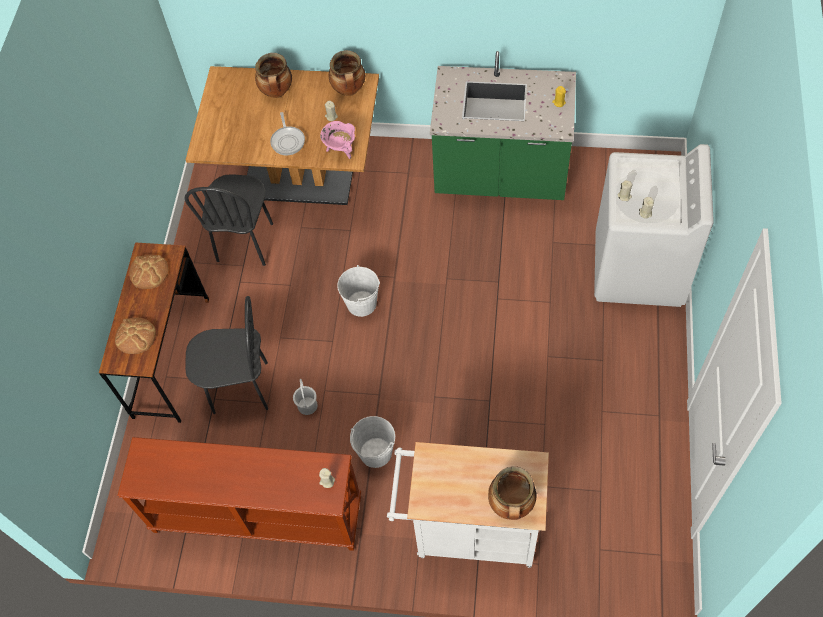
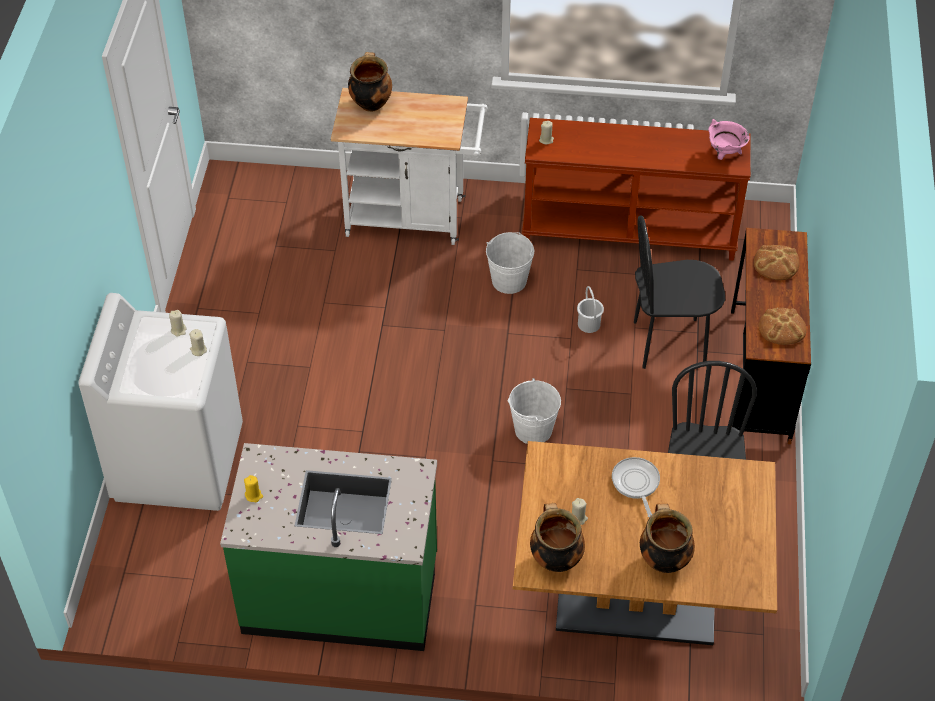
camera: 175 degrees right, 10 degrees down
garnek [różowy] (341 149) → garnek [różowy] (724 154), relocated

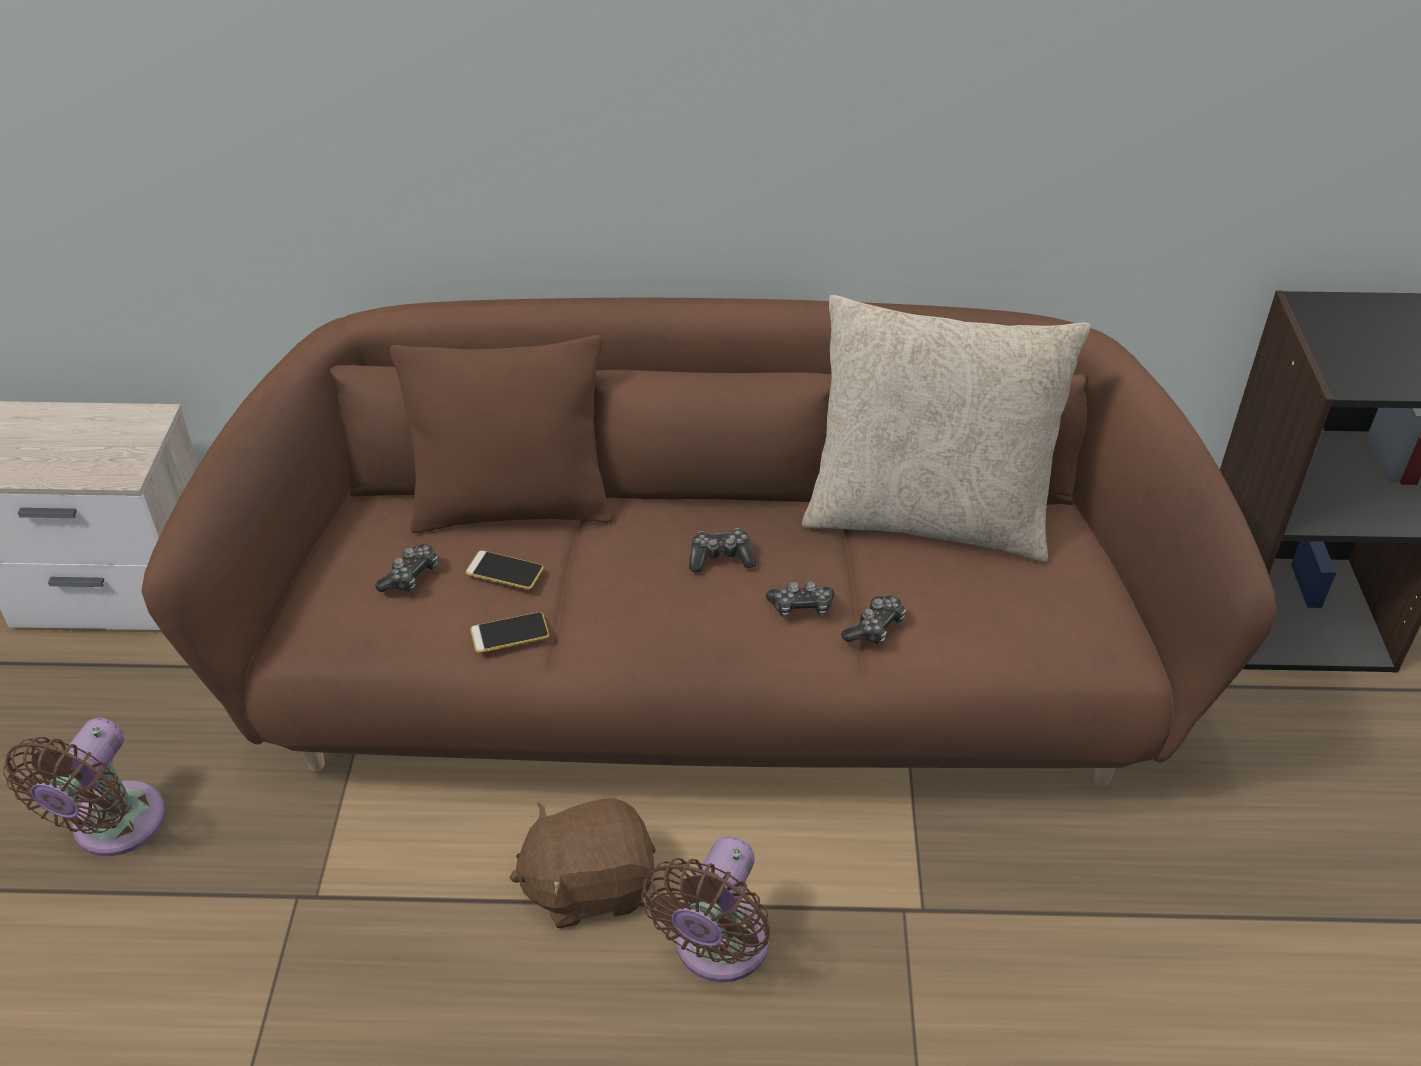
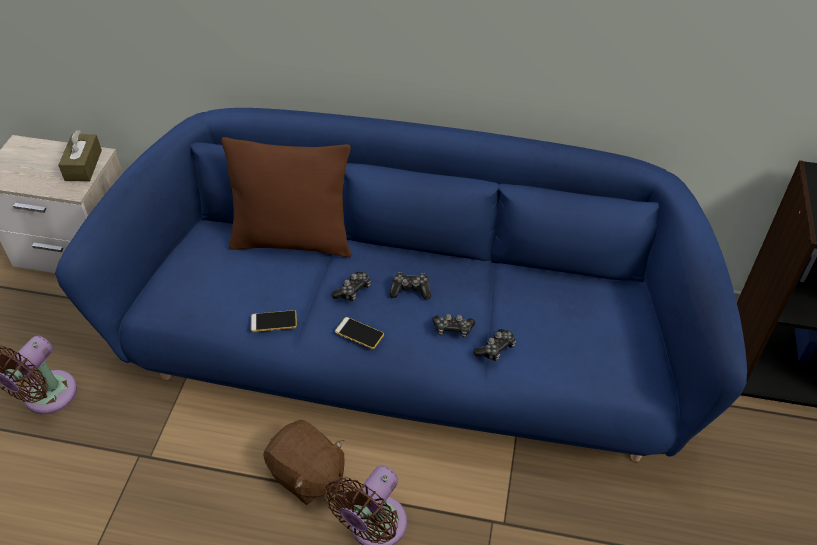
camera: 10 degrees right, 5 degrees up
kanapa [brązowy] (710 677) → kanapa [niebieski] (408 353)
- → pudełko chusteczek [brązowy] (83 165)
pluszak [brązowy] (589 885) → pluszak [brązowy] (307 475), 135 degrees counterclockwise
pad do gier (411 577) → pad do gier (353 290), relocated
telefon (504 571) → telefon (359 333), relocated
poduszka [beżowy] (927 517) → -

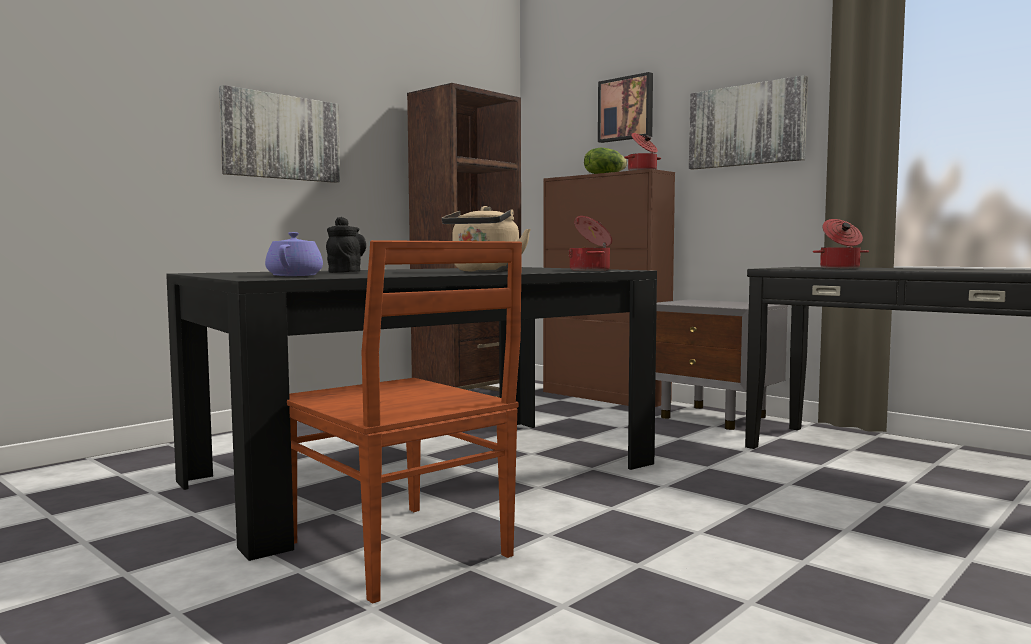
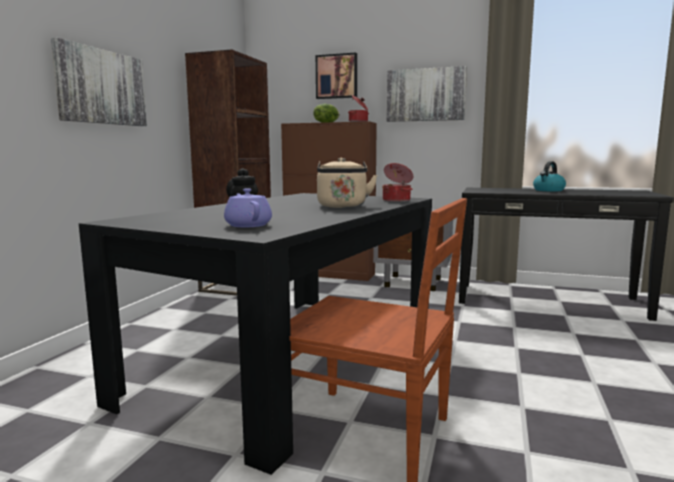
camera: 25 degrees left, 5 degrees up
- → czajnik (548 190)
garnek (840 268) → -

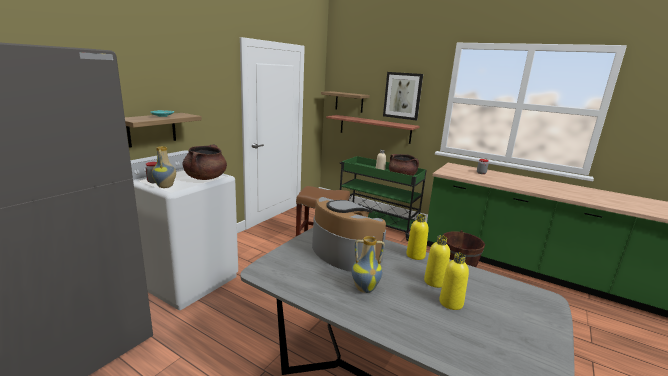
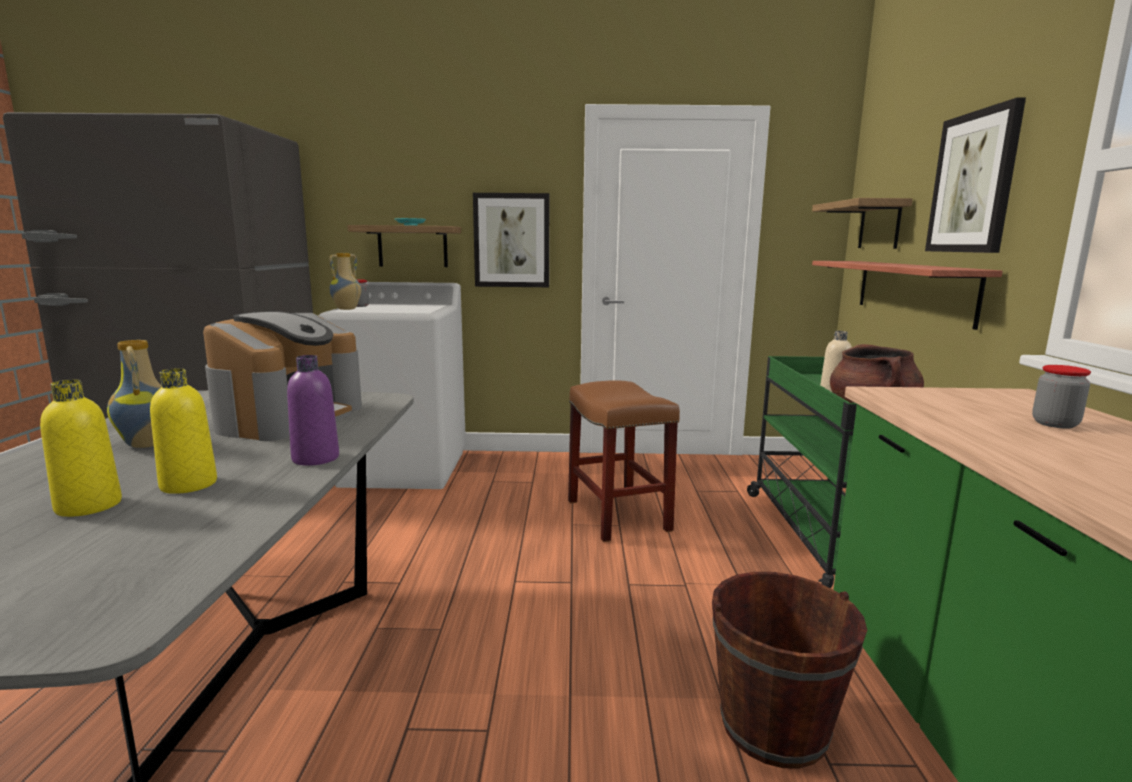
camera: 60 degrees right, 5 degrees down
butelka [żółty] (415 255) → butelka [fioletowy] (315 458)
- → obraz (512 240)
garnek [brązowy] (206 178) → -

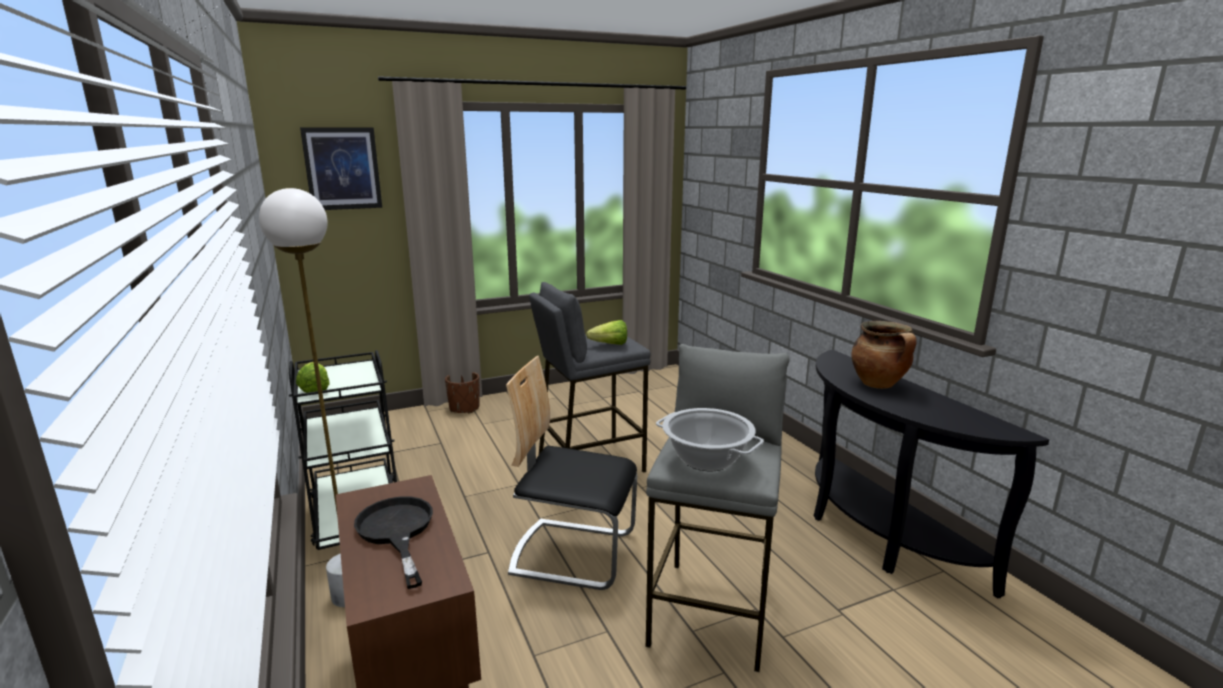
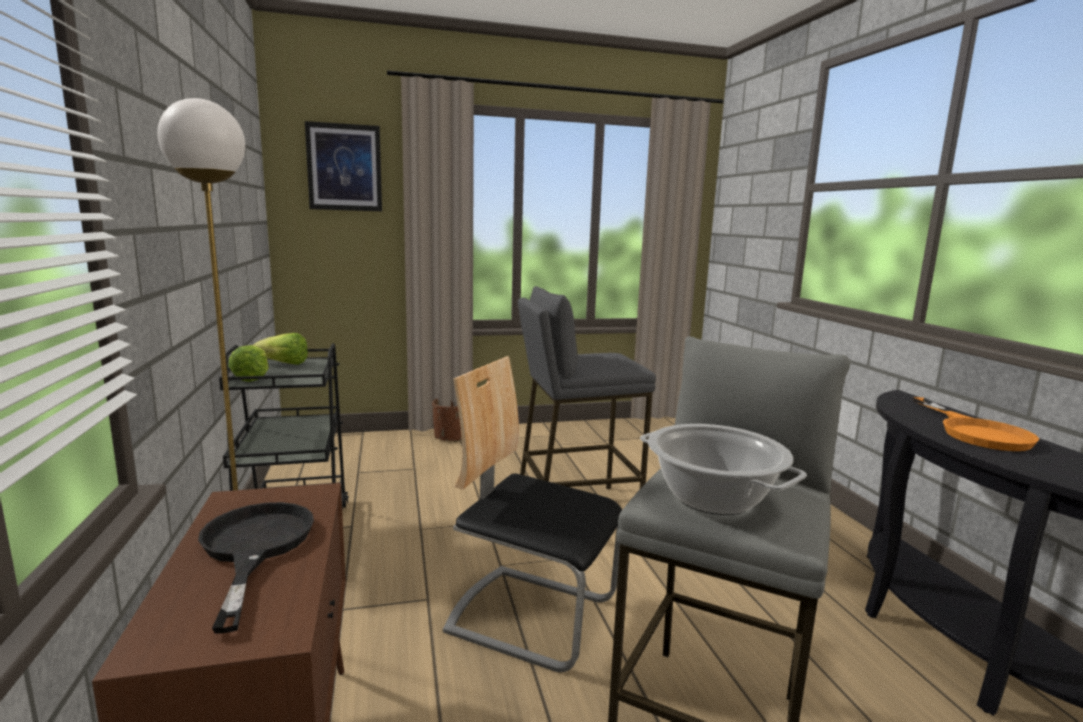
camera: 10 degrees right, 5 degrees down
sałata (606 345) → sałata (280 363), relocated
garnek (879 384) → patelnia [pomarańczowy] (976 432)

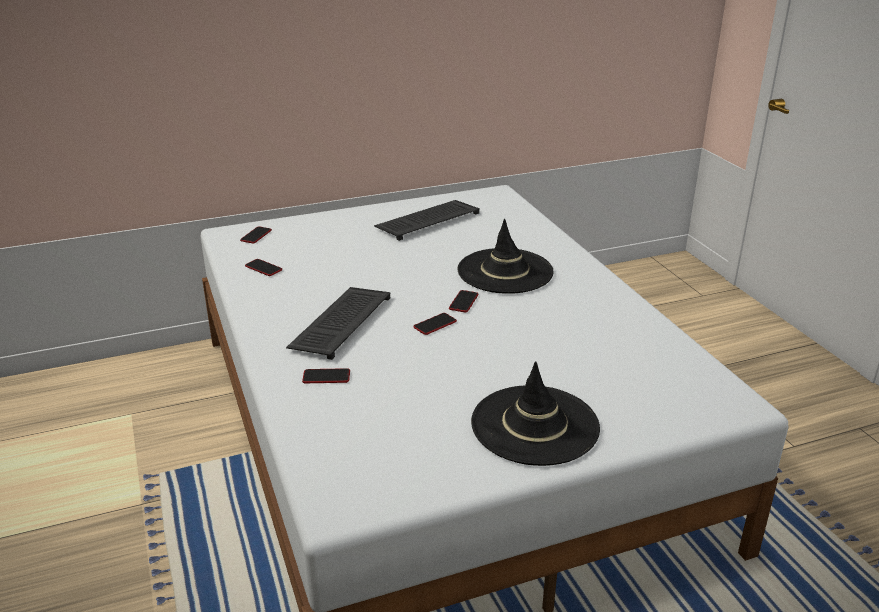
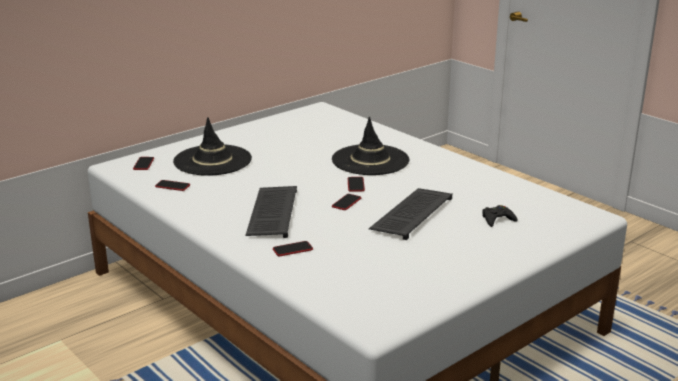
camera: 20 degrees left, 5 degrees down
kapelusz [czarny] (535 425) → kapelusz [czarny] (212 161), relocated
klawiatura (428 220) → klawiatura (411 214), relocated
- → pad do gier [czarny] (497 219)

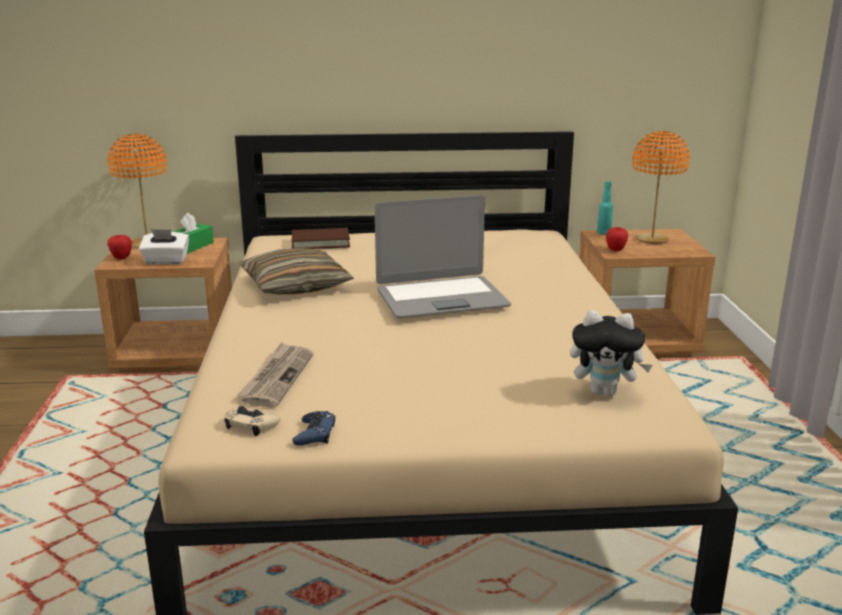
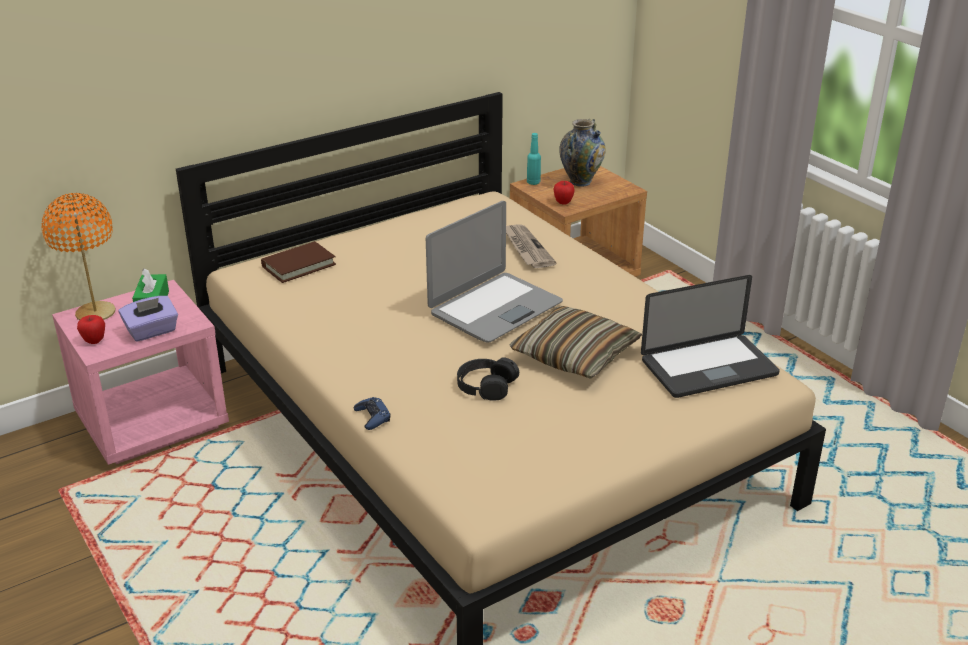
camera: 30 degrees left, 10 degrees up
szafka nocna [brązowy] (177 353) → szafka nocna [różowy] (153 421)
pudełko chusteczek [biały] (166 261) → pudełko chusteczek [fioletowy] (152 331)
pad do gier [niebieski] (315 434) → pad do gier [niebieski] (372 417), relocated
- → słuchawki [czarny] (486 385)
gazeta (277 377) → gazeta (526 248), relocated
poduszka (296 286) → poduszka (574 355), relocated
lampa stołowa [pomarańczowy] (652 240) → wazon (580 181)
pluszak (605 392) → laptop (709 368)
pad do gier [beżowy] (251 425) → -

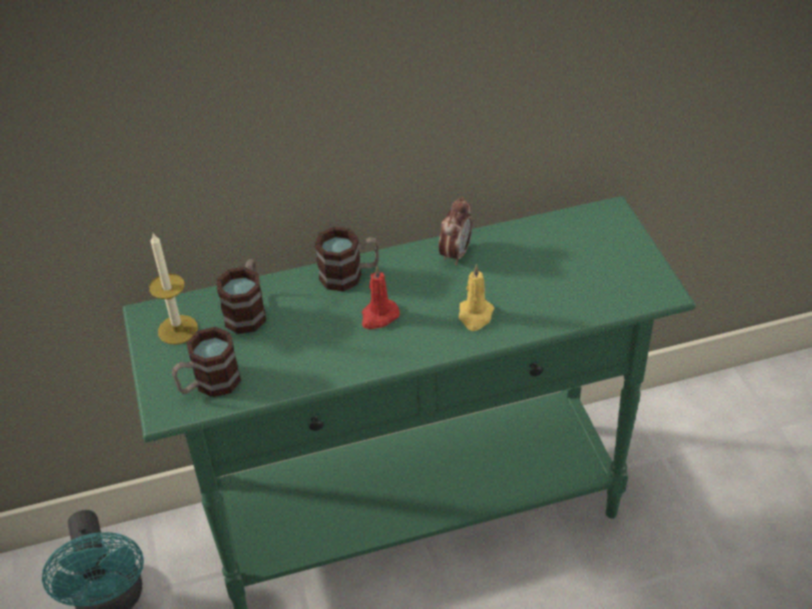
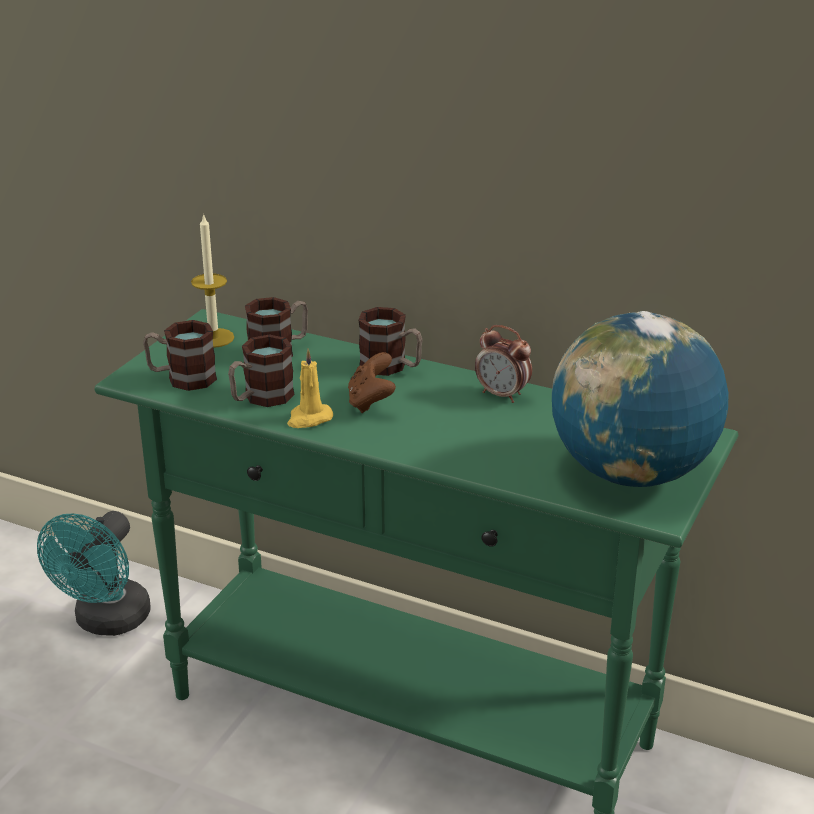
camera: 40 degrees right, 15 degrees down
- → kubek (261 398)
świeca [żółty] (475 316) → świeca [żółty] (309 418), relocated
świeca [czerwony] (379 316) → pad do gier [brązowy] (371 402)
budzik (455 254) → budzik (502 395), 60 degrees clockwise
- → globus (631 473)

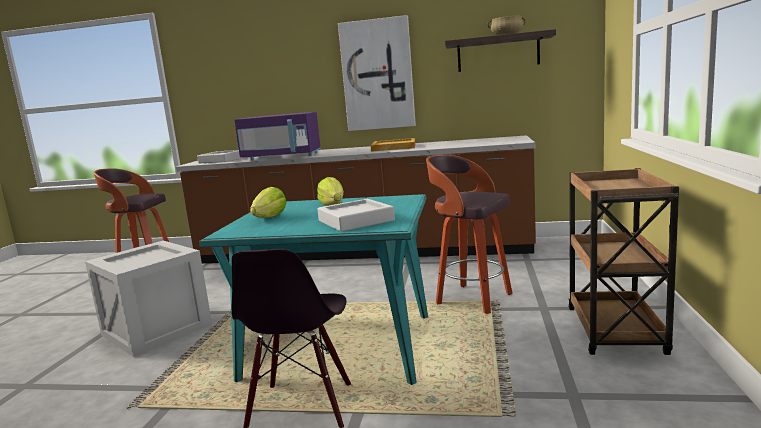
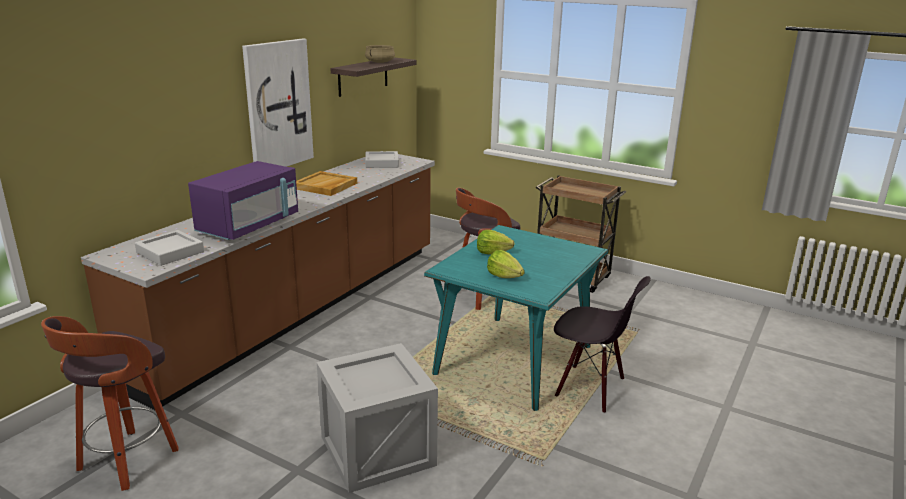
camera: 70 degrees left, 10 degrees up
taca [szary] (355 221) → taca [szary] (382 163), relocated

